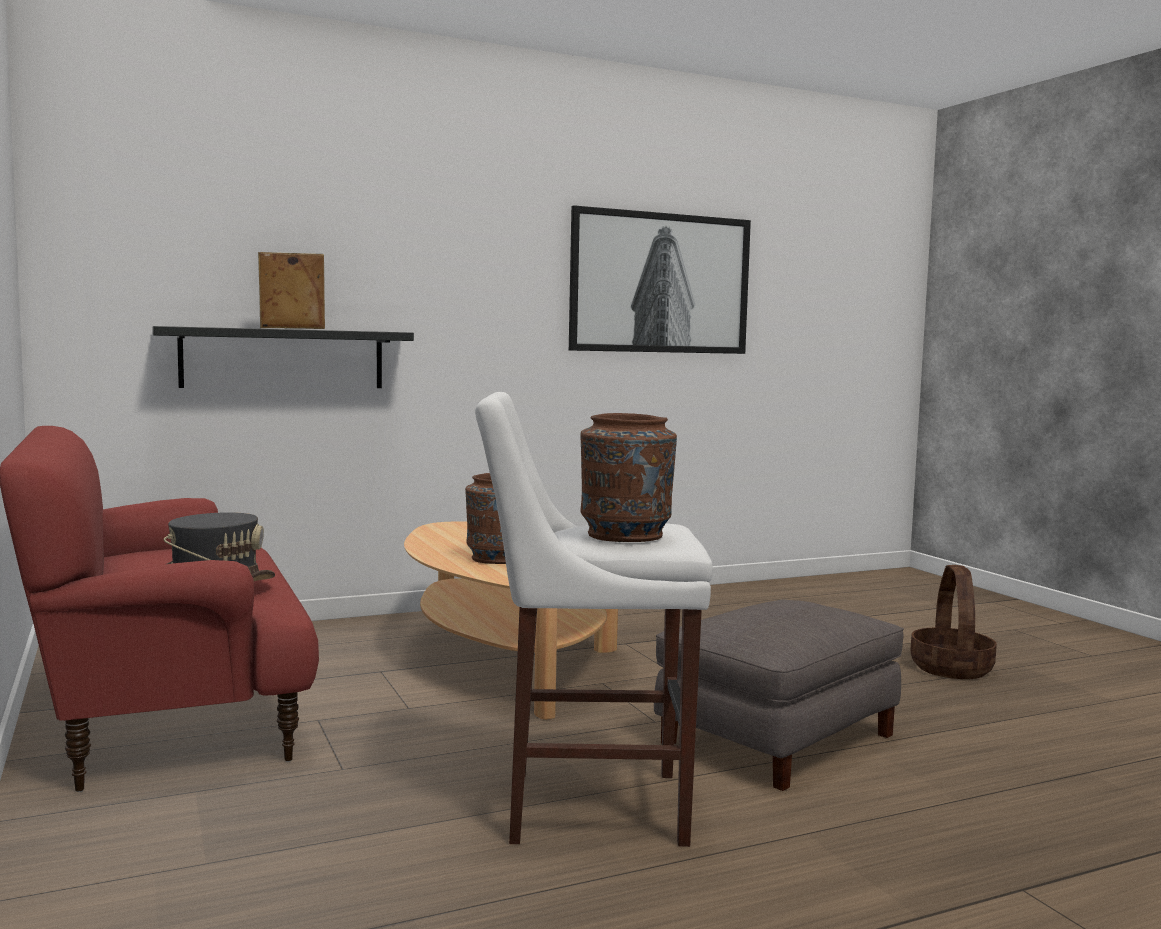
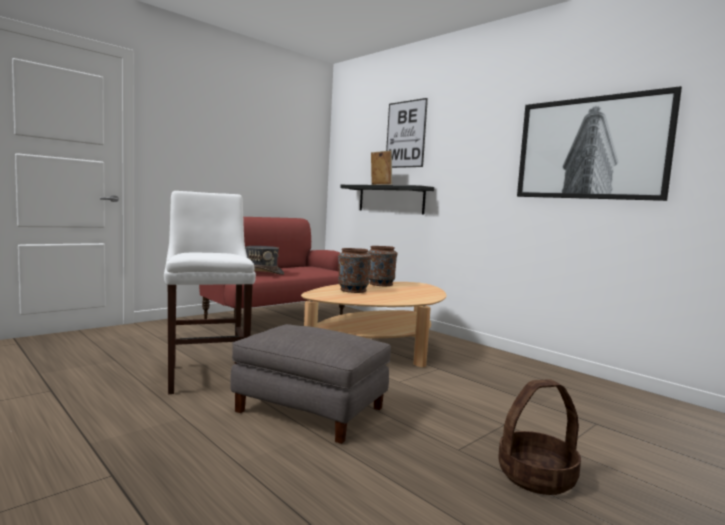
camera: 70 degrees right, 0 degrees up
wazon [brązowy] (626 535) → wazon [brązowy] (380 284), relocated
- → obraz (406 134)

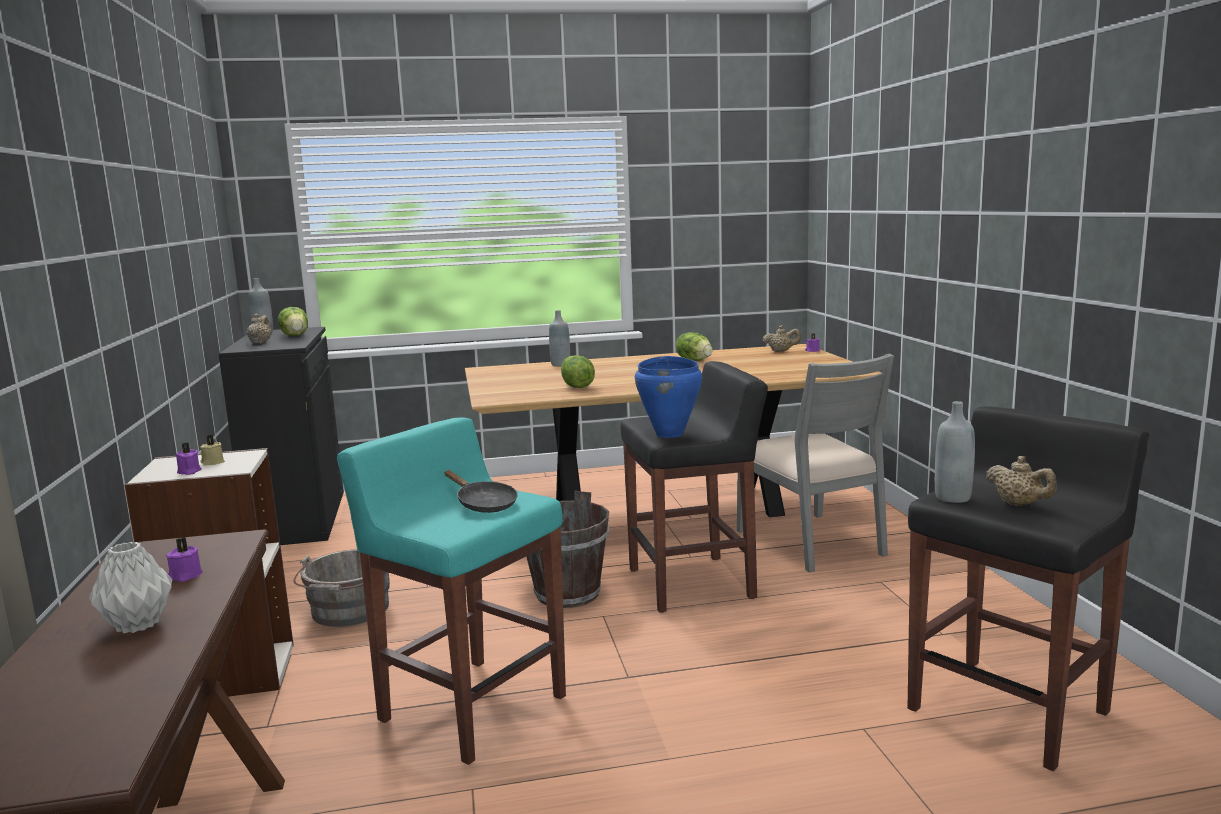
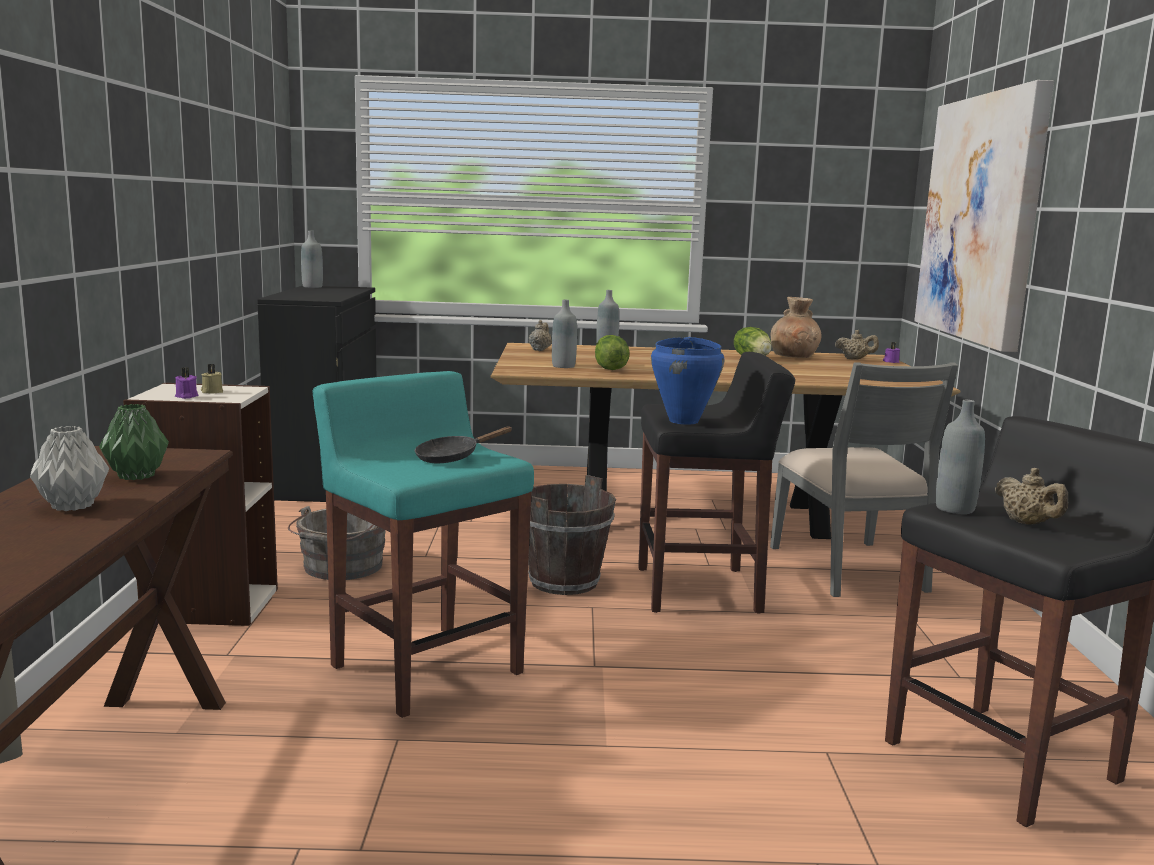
camera: 10 degrees right, 0 degrees up
świeca [fioletowy] (184 576) → wazon [zielony] (135 476)
patelnia [czarny] (483 504) → patelnia [czarny] (452 457), 90 degrees clockwise
imbryk [beżowy] (260 342) → imbryk [beżowy] (540 350), relocated
- → butelka [szary] (563 366)
- → wazon [brązowy] (794 357)
- → obraz (982 218)
sałata (296 336) → -

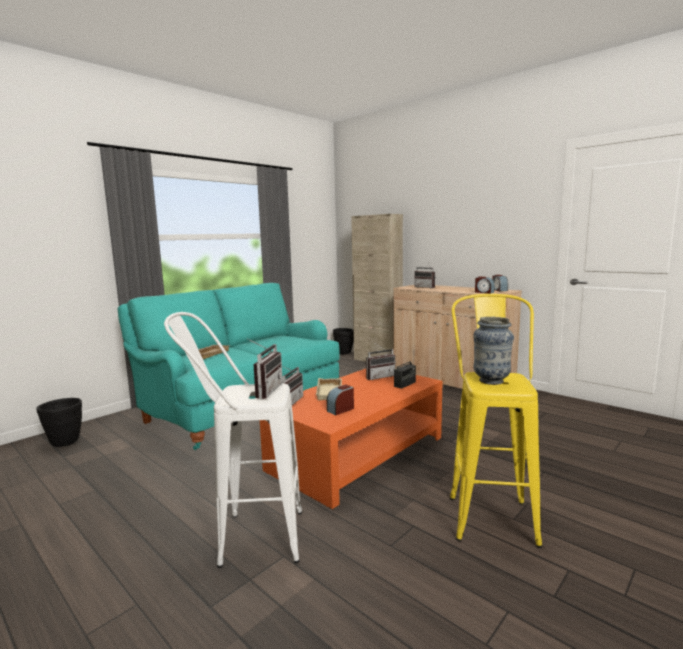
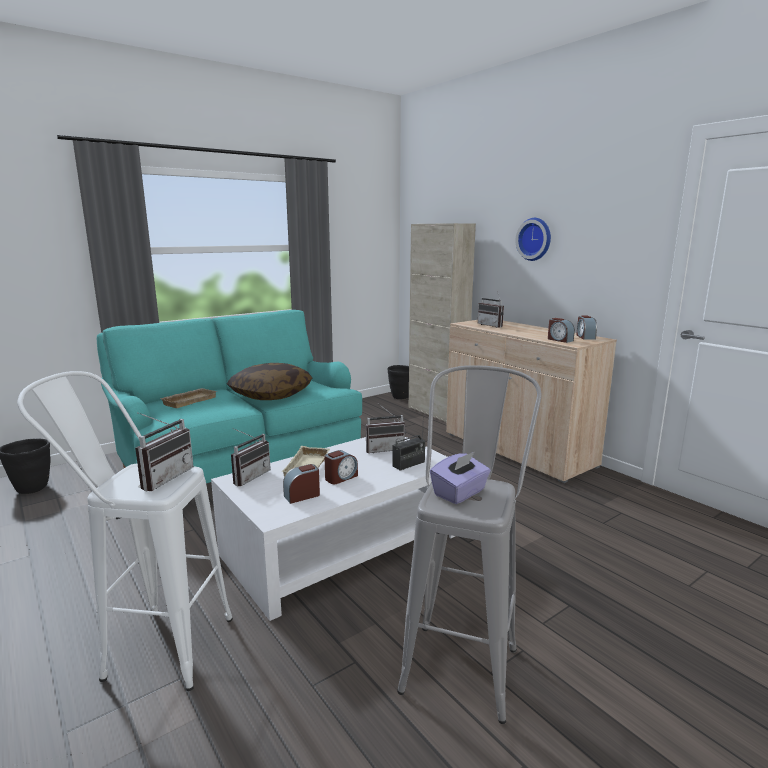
camera: 10 degrees right, 5 degrees up
ława [pomarańczowy] (357 453) → ława [biały] (342 545)
- → poduszka (271 394)
- → budzik (341 478)
stołek [żółty] (489 511) → stołek [szary] (463 655)
wazon (491 381) → pudełko chusteczek [fioletowy] (460 493)
- → zegar ścienny (535 239)

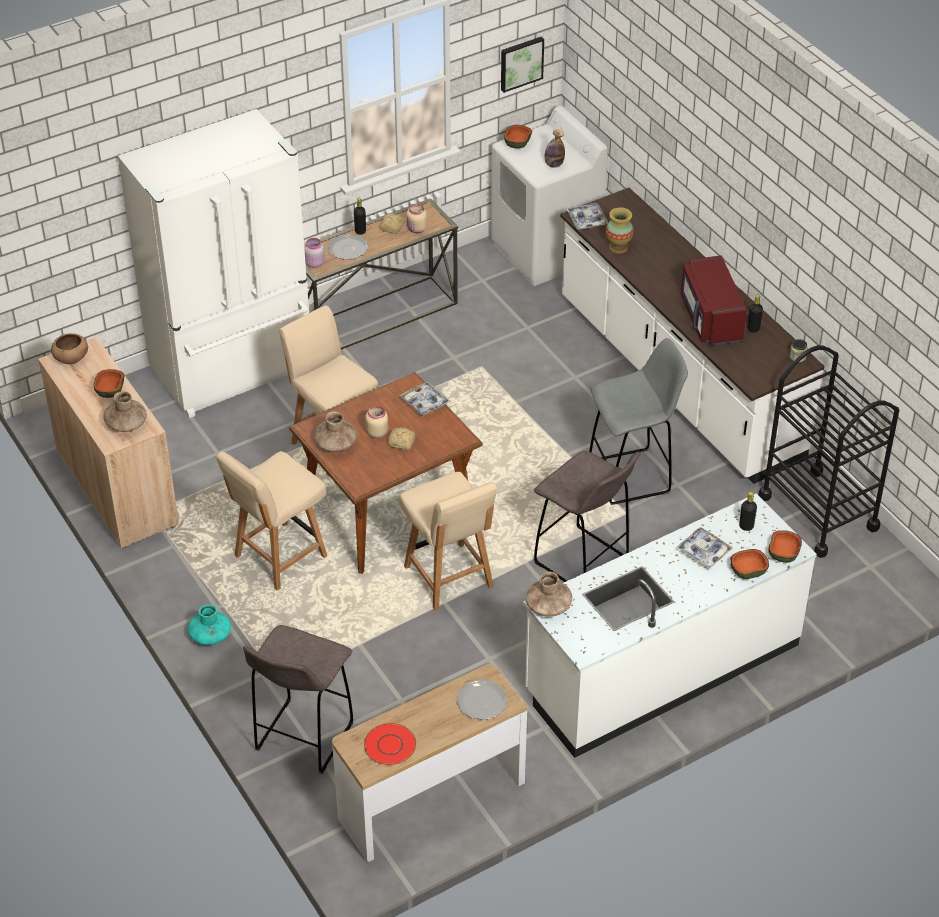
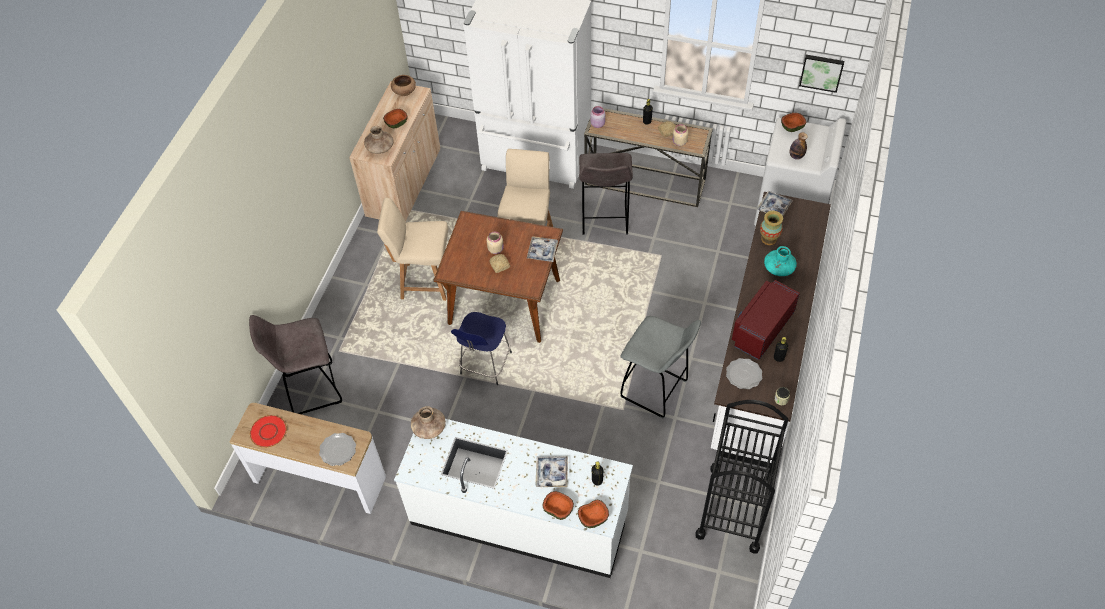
camera: 50 degrees right, 10 degrees up
krzesło [beżowy] (449 578) → stołek [niebieski] (485 365)
stołek [szary] (583 562) → stołek [szary] (604 220), relocated
talerz (348 249) → talerz (744 375), relocated
wazon [turkusowy] (210 635) → wazon [turkusowy] (779 268), relocated
wazon [brązowy] (336 444) → -

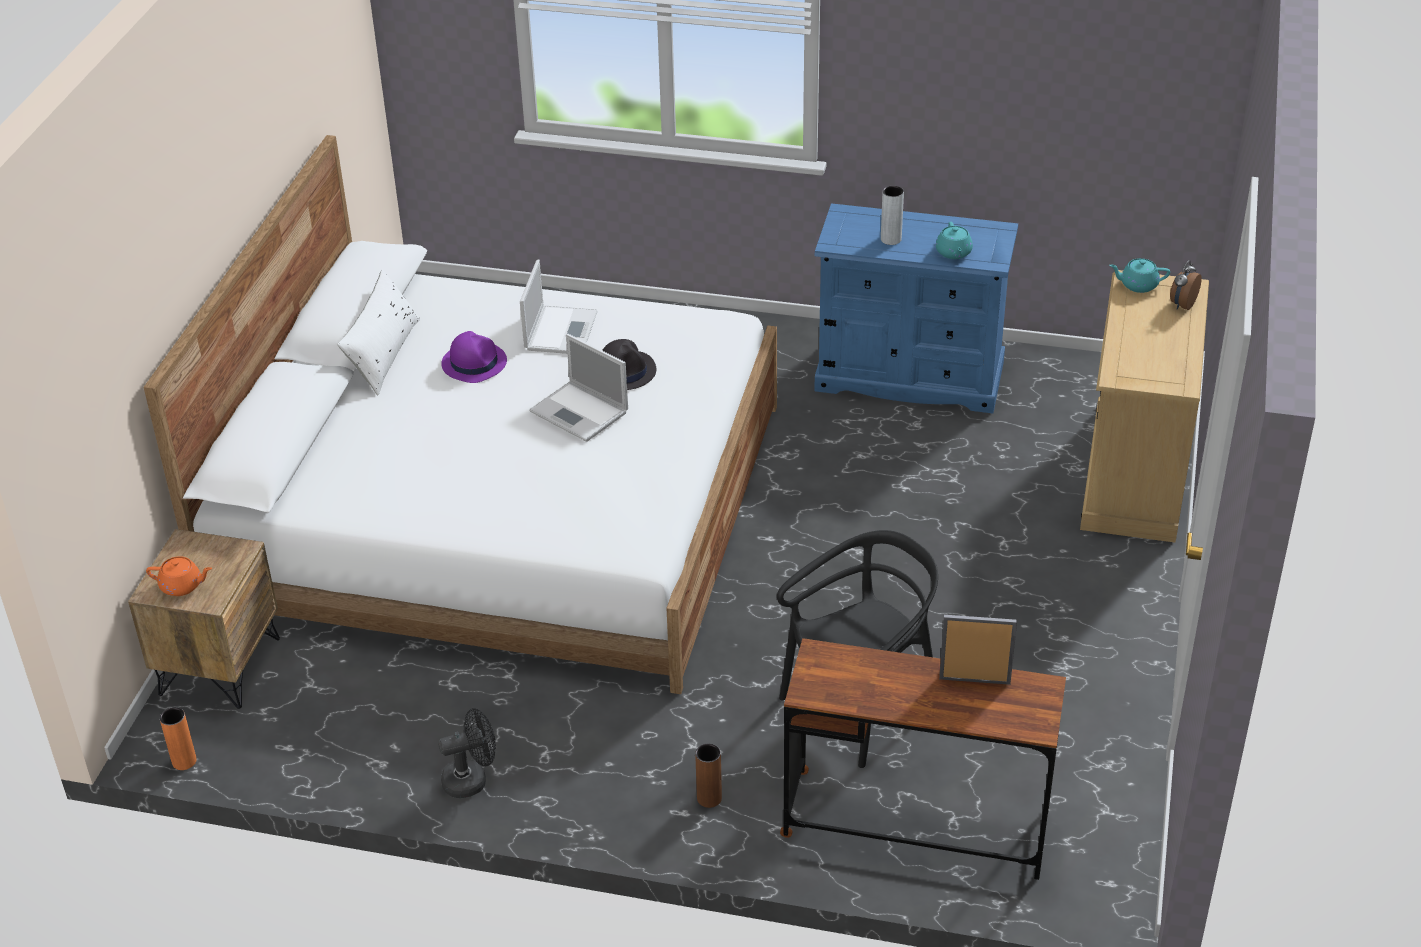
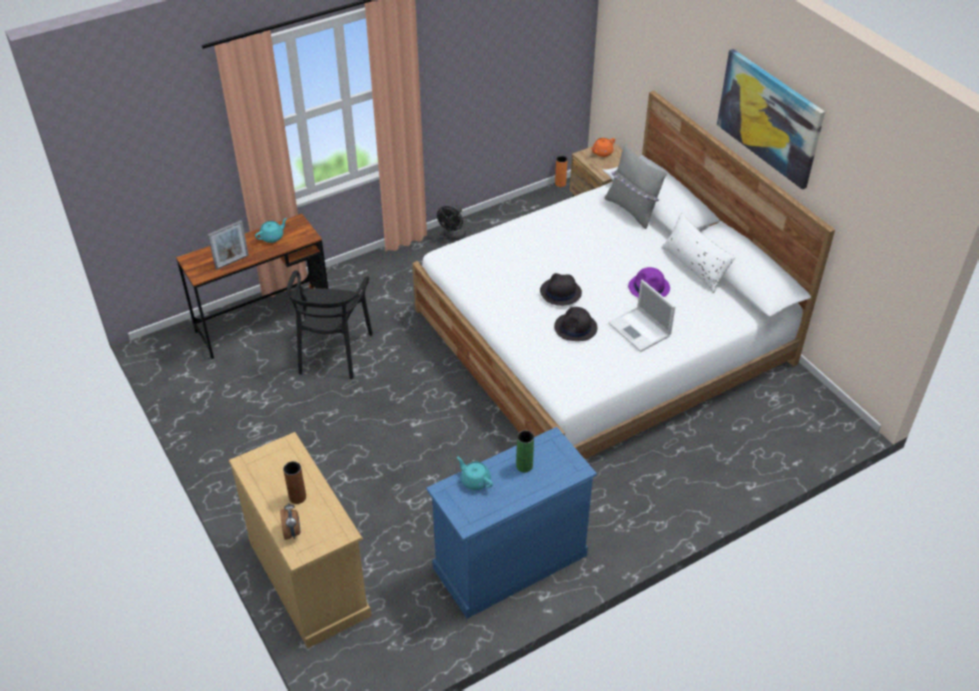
camera: 135 degrees right, 5 degrees up
imbryk [turkusowy] (1138 285) → imbryk [turkusowy] (272 237), relocated
wazon [brązowy] (709 798) → wazon [brązowy] (297 497), relocated
wazon [szary] (891 239) → wazon [zielony] (524 466)
laptop (580 412) → kapelusz [czarny] (560 292)
- → poduszka [szary] (632 210)
- → obraz (769 117)

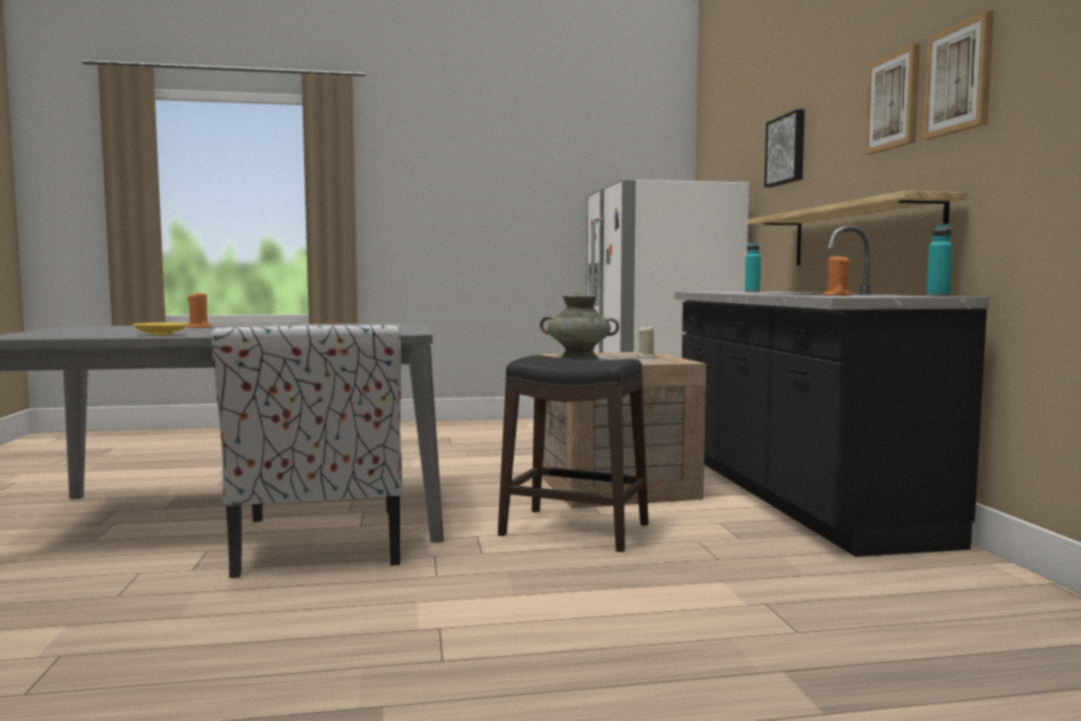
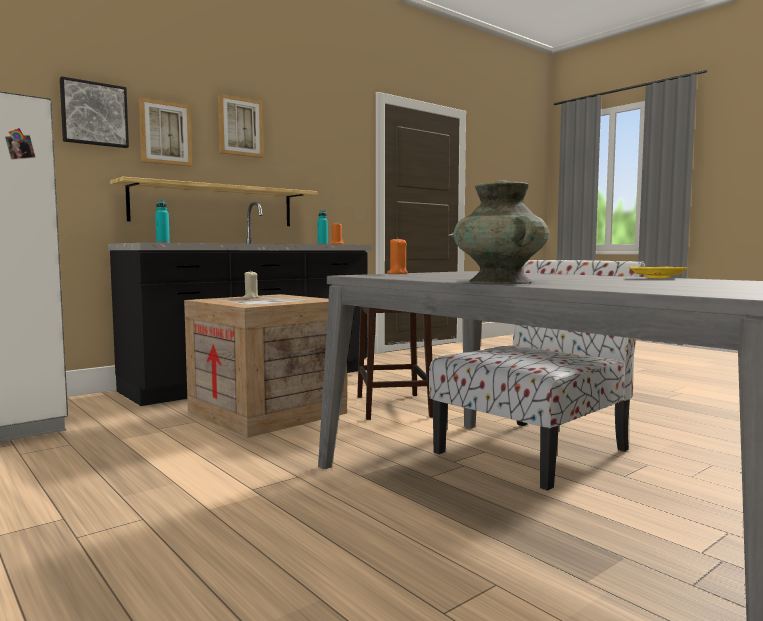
camera: 120 degrees left, 0 degrees up
obraz (959 79) → obraz (165 133), relocated
świeca [pomarańczowy] (199 327) → świeca [pomarańczowy] (397 273), relocated
wazon [turkusowy] (578 358) → wazon [turkusowy] (500 282), relocated

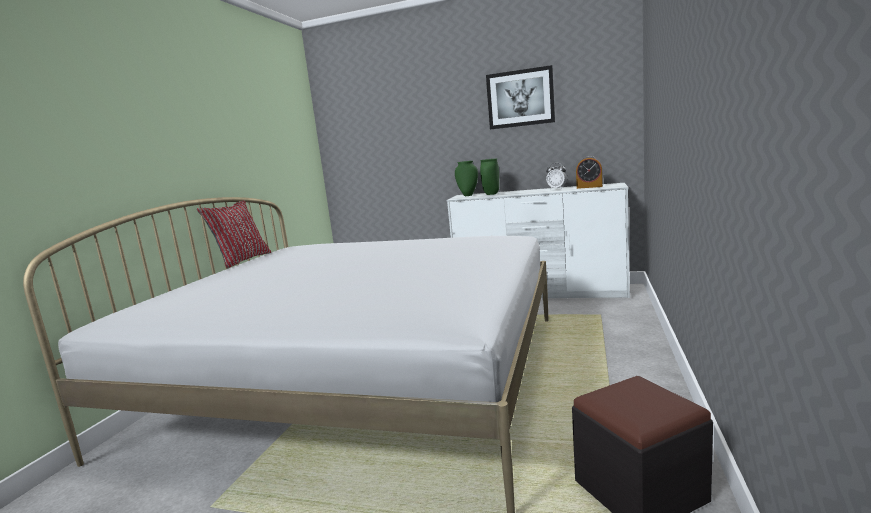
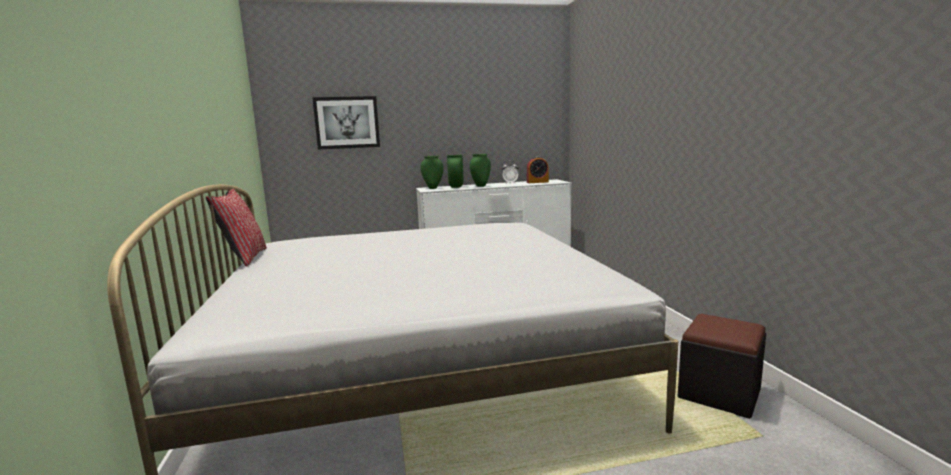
camera: 30 degrees left, 0 degrees up
obraz (520 98) → obraz (347 122), relocated
- → wazon [zielony] (481 186)

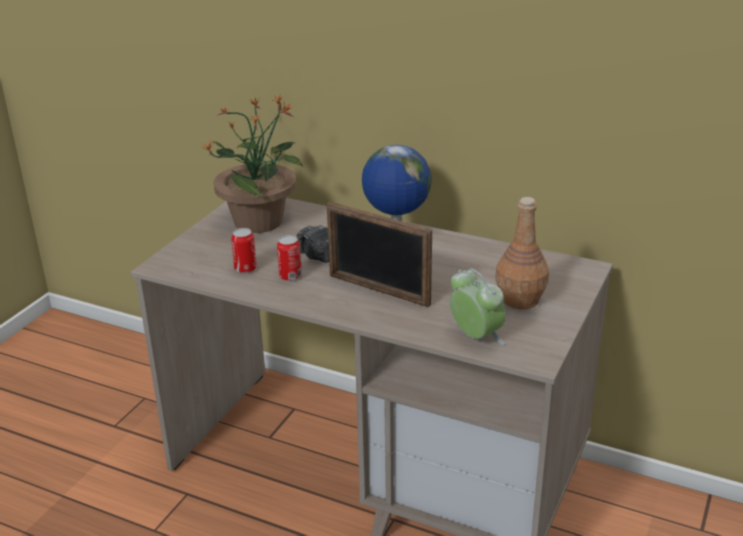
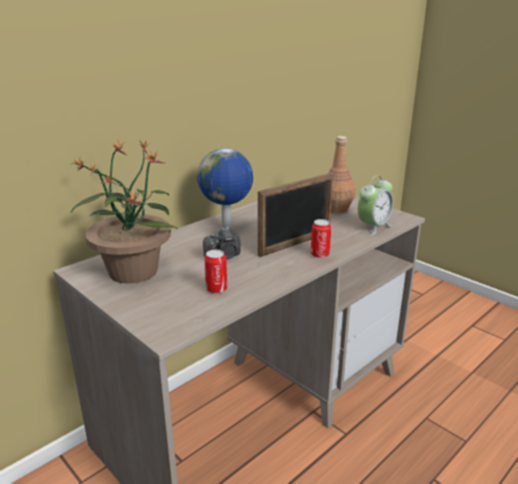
camera: 70 degrees left, 5 degrees down
puszka (290 276) → puszka (320 254), relocated
budzik (476 337) → budzik (373 227), 150 degrees clockwise

